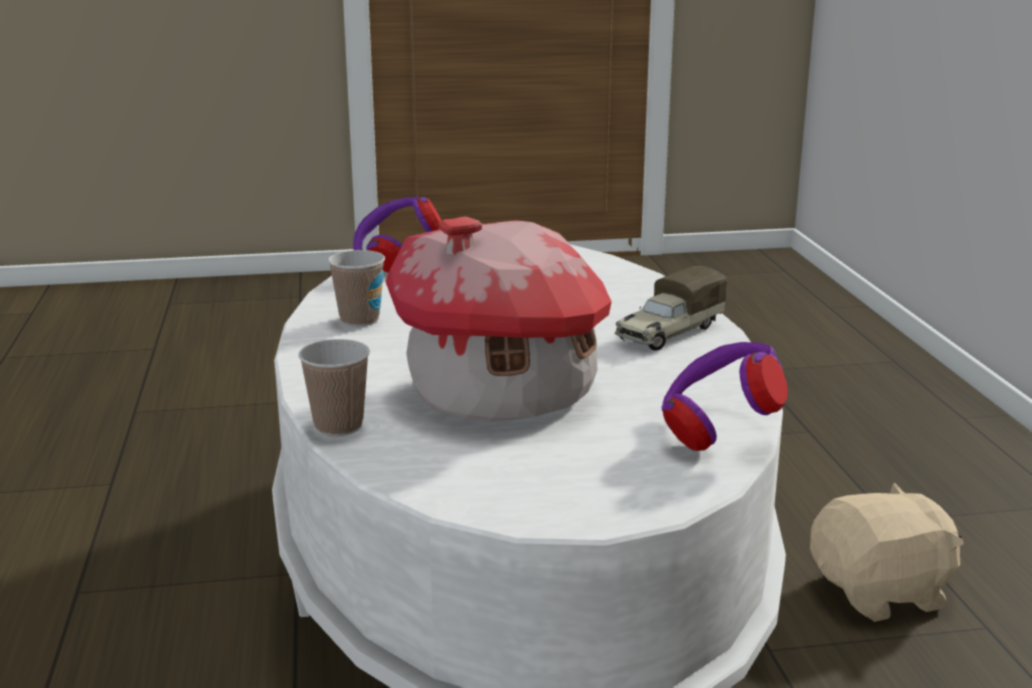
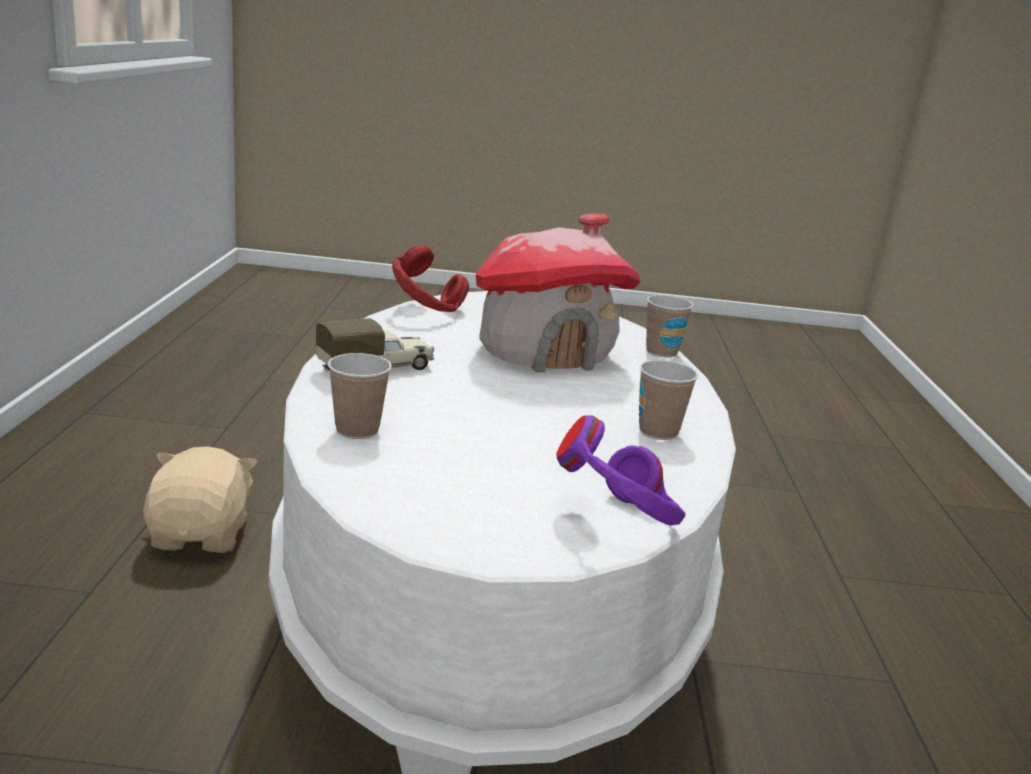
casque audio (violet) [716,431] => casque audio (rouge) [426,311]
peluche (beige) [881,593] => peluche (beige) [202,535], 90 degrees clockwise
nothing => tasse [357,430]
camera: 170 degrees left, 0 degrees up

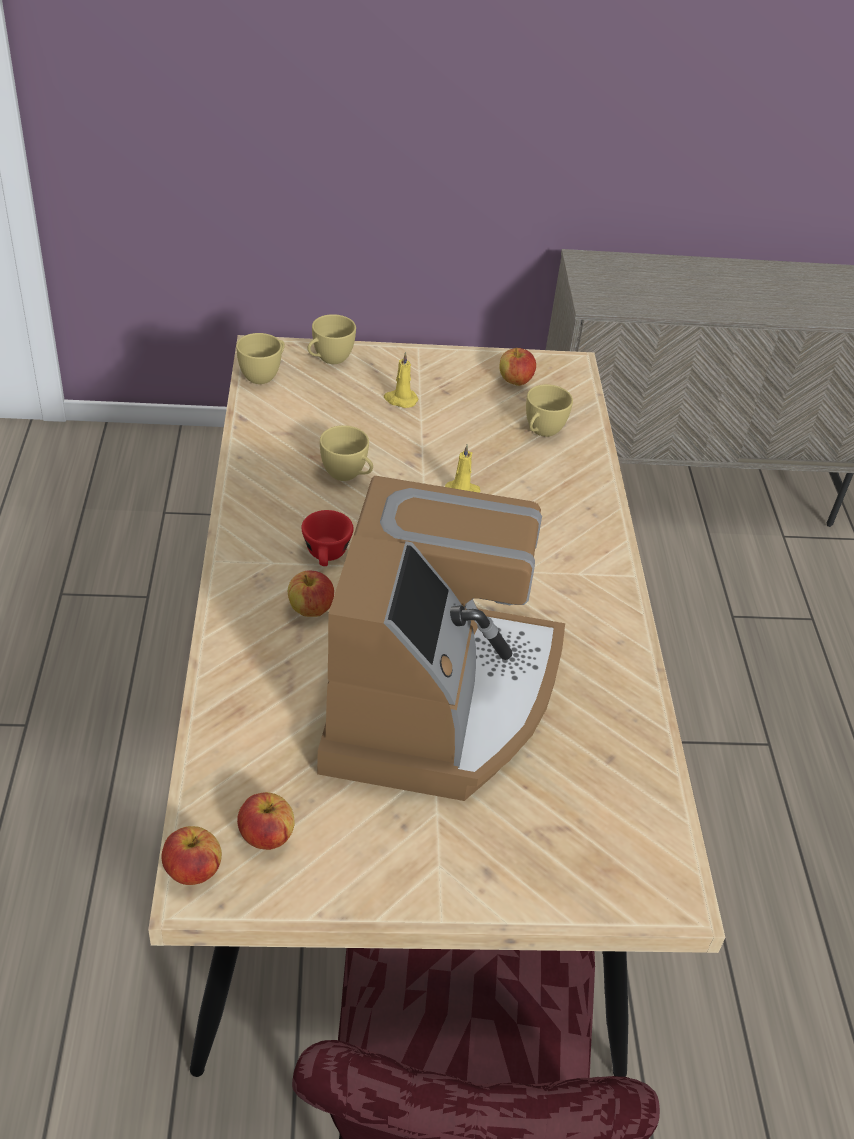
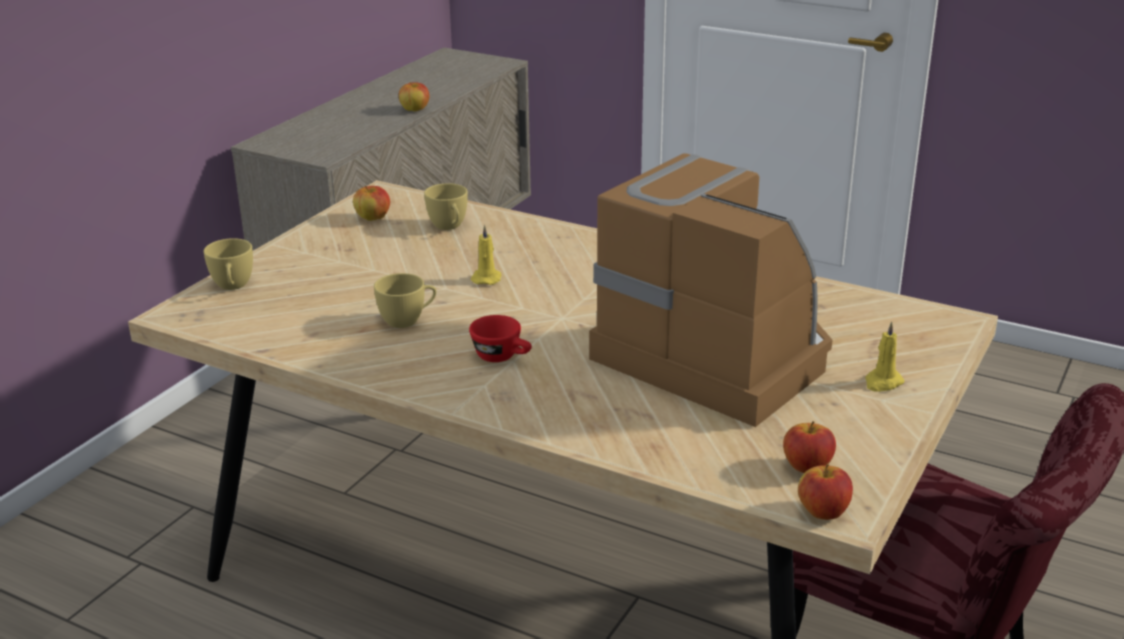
tasse (jaune) [264,375] => nothing
pomme [310,609] => pomme [415,110], shifted
bougie (jaune) [400,399] => bougie (jaune) [882,382], shifted
camera: 55 degrees left, 15 degrees down

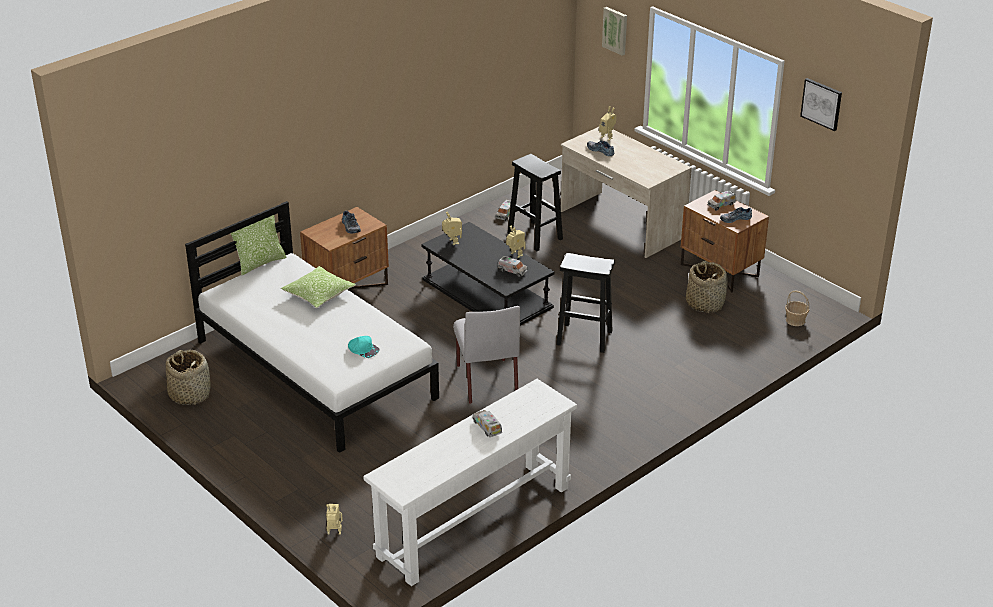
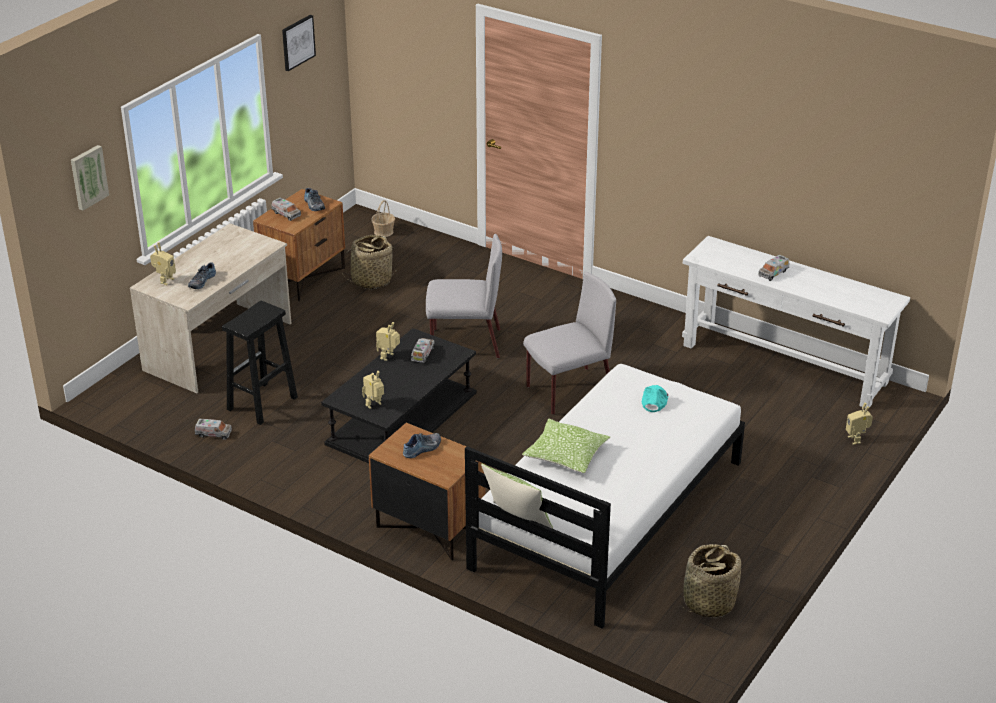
tabouret (noir) [583,338] => chaise (gris) [464,343]
camera: 105 degrees left, 0 degrees up

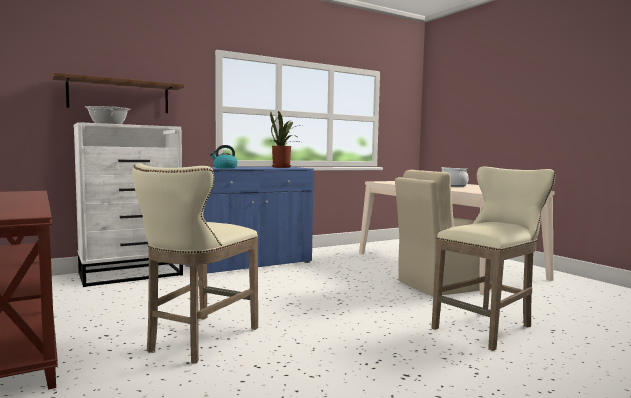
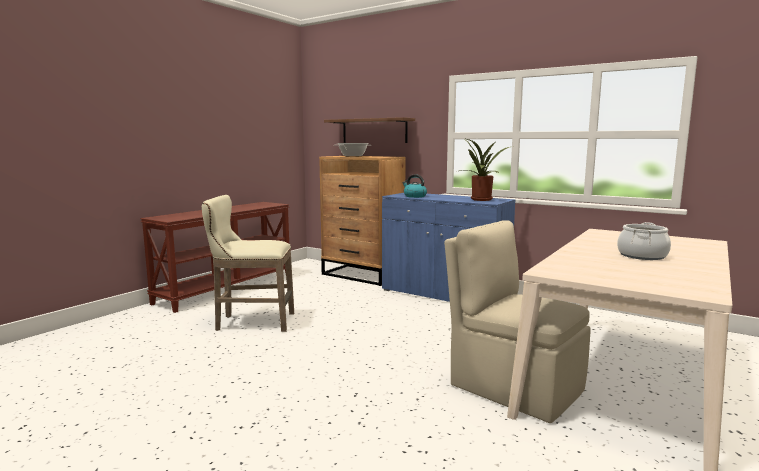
commode (blanc) [132,274] => commode (marron) [363,275]
tabouret (beige) [488,327] => nothing
camera: 65 degrees right, 5 degrees up

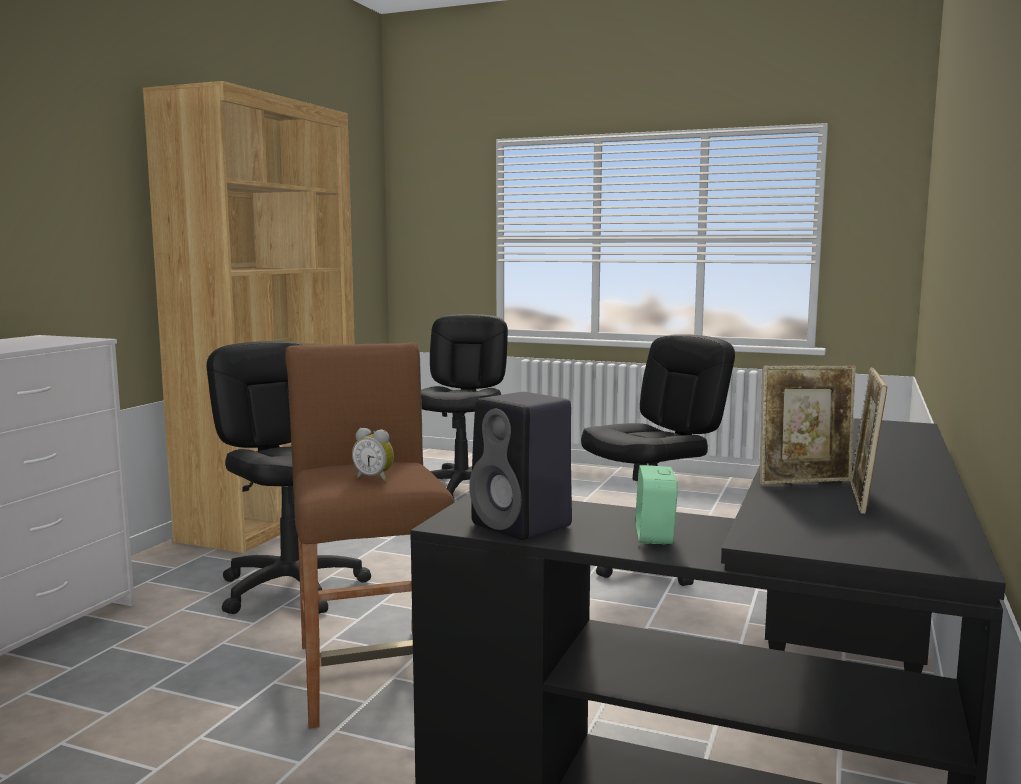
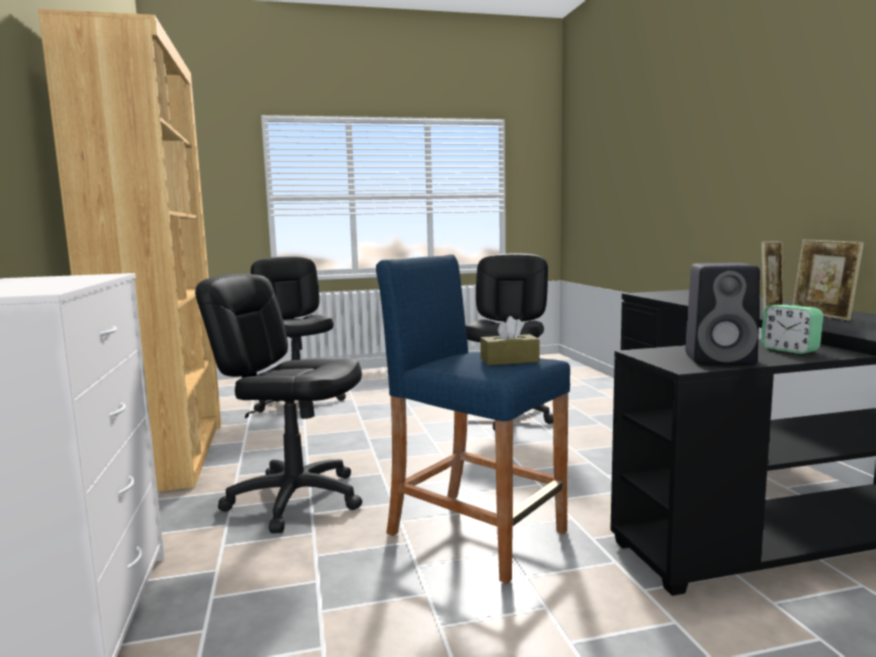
tabouret (marron) [372,674] => tabouret (bleu) [476,532]
réveil [374,478] => boîte à mouchoirs (marron) [509,360]
camera: 35 degrees left, 0 degrees up

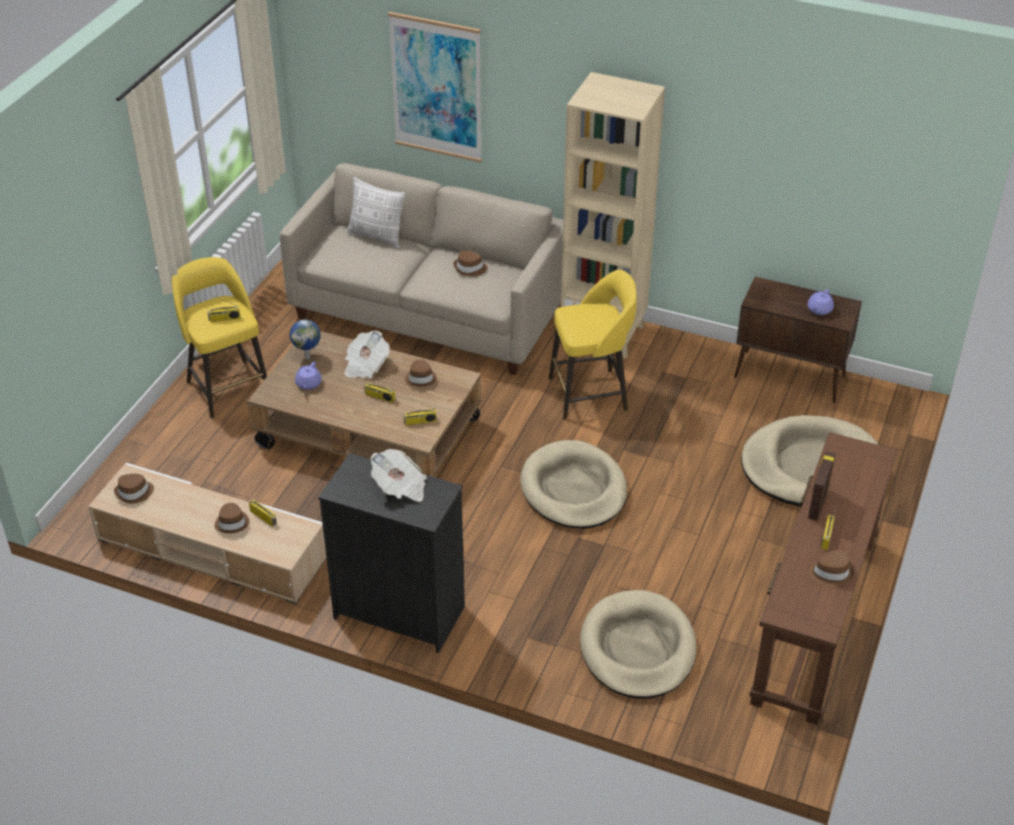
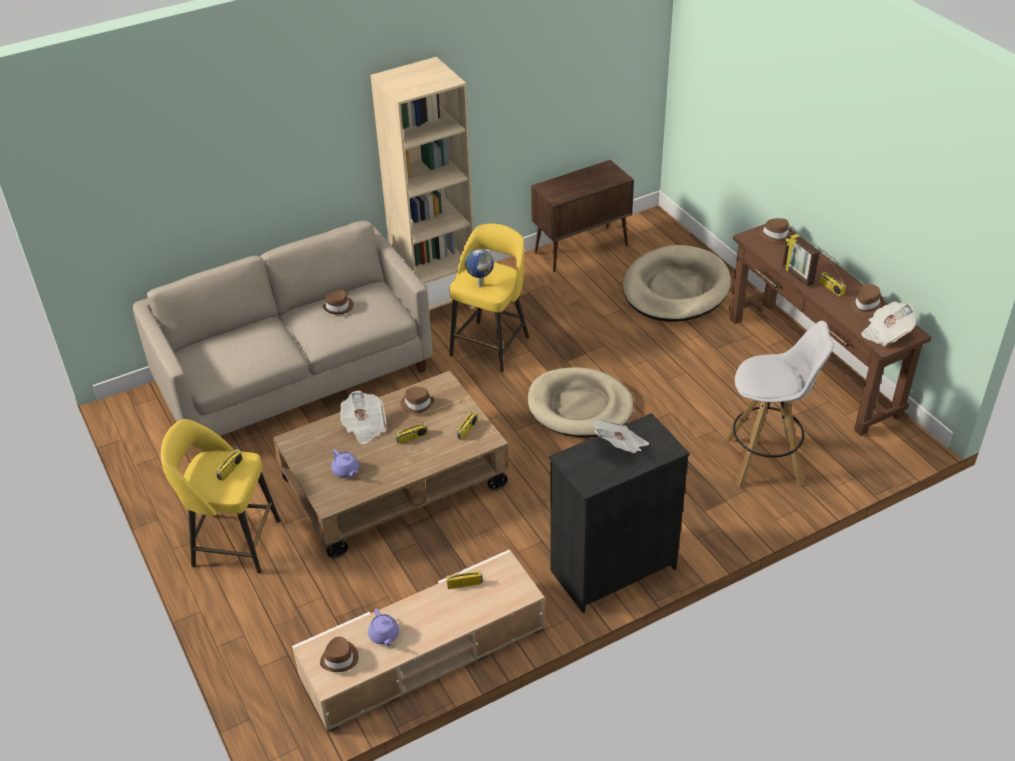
chapeau (marron) [232,523] => chapeau (marron) [775,235], shifted
globe [308,357] => globe [480,285], shifted
coussin [377,236] => nothing
tableau [436,87] => nothing
panier pour chien (beige) [637,649] => tabouret (blanc) [765,461]
théière (violet) [819,310] => théière (violet) [384,635], shifted
nothing => journal [885,334]
camera: 50 degrees left, 0 degrees up

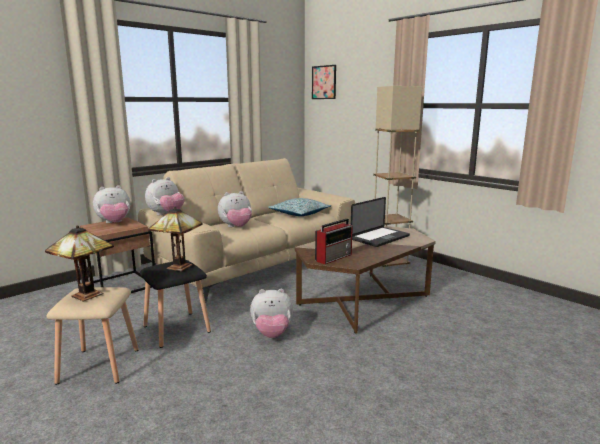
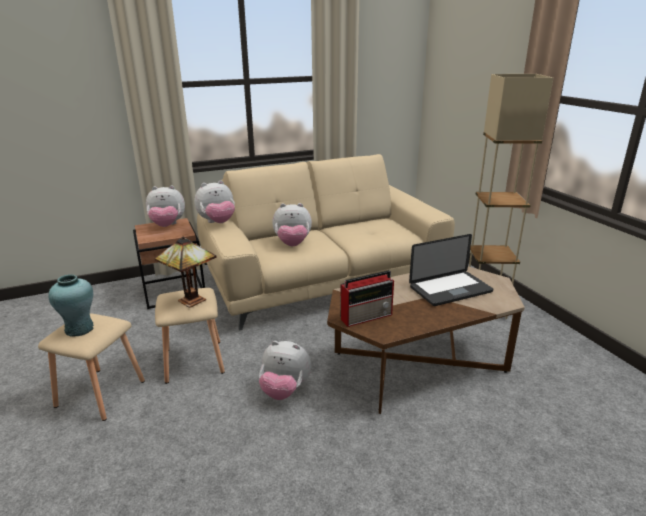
lampe de table [86,296] => vase (turquoise) [79,328]
tabouret (noir) [177,328] => tabouret (beige) [195,360]
coussin [299,214] => nothing
tableau [324,82] => nothing
camera: 20 degrees right, 10 degrees up

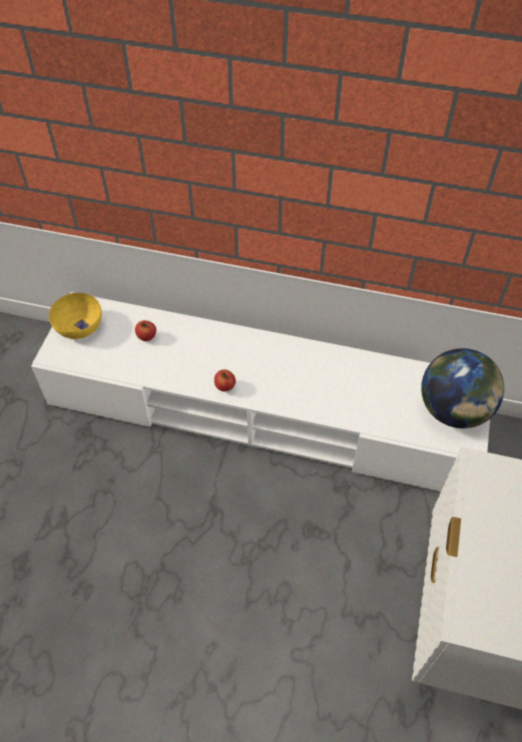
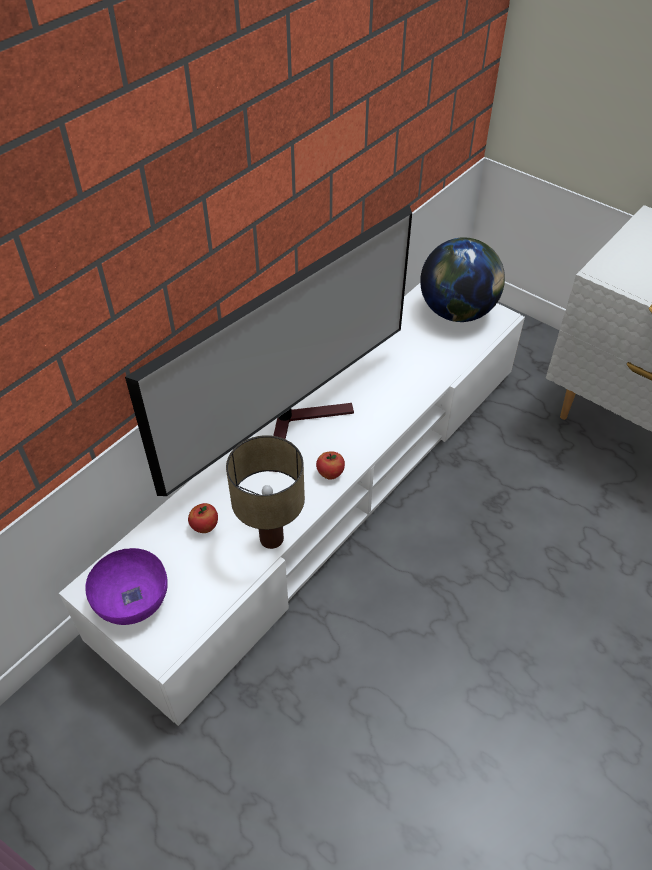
bol (jaune) [79,326] => bol (violet) [131,600]
nothing => téléviseur [299,425]
nothing => lampe de table [272,539]
camera: 65 degrees left, 5 degrees down

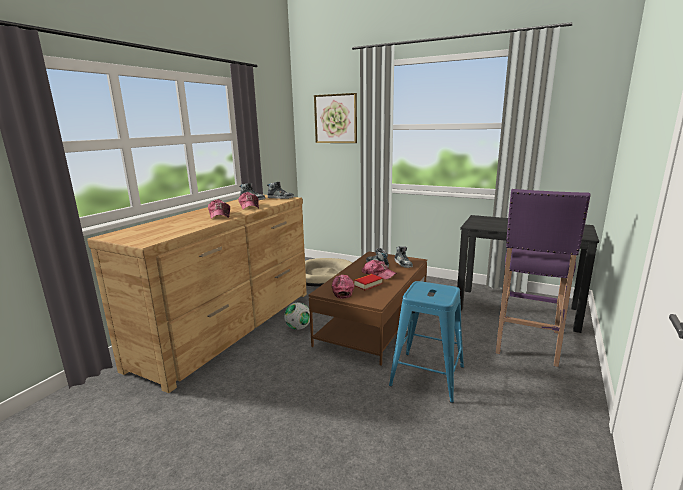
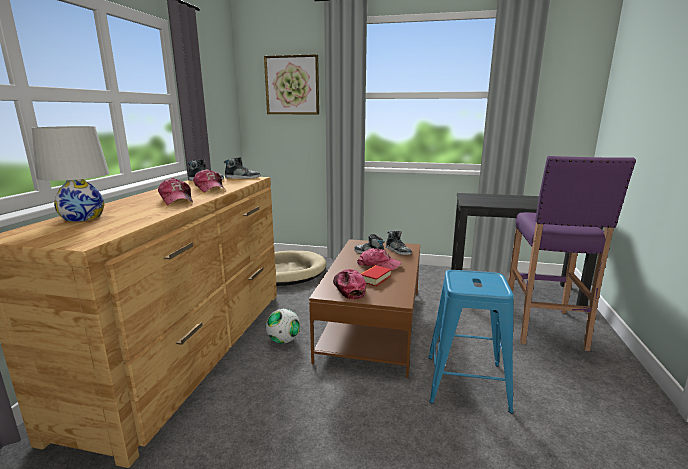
nothing => lampe de table (blanc) [82,217]
camera: 15 degrees left, 0 degrees up

